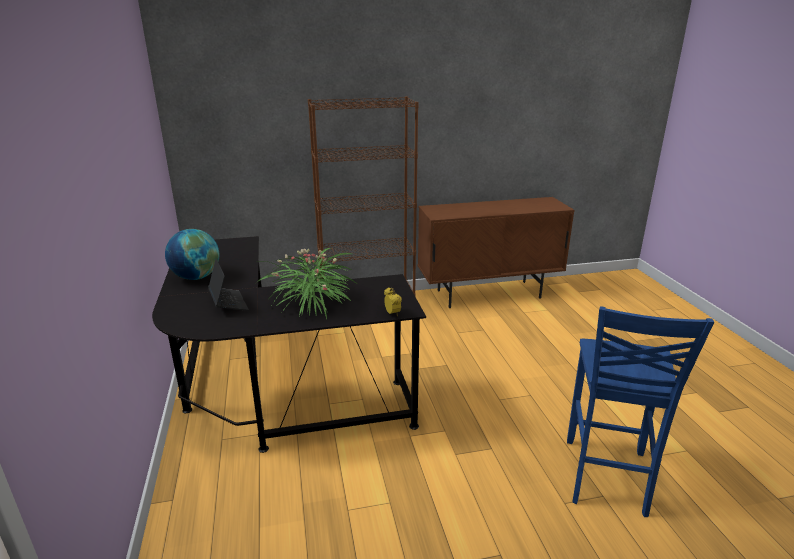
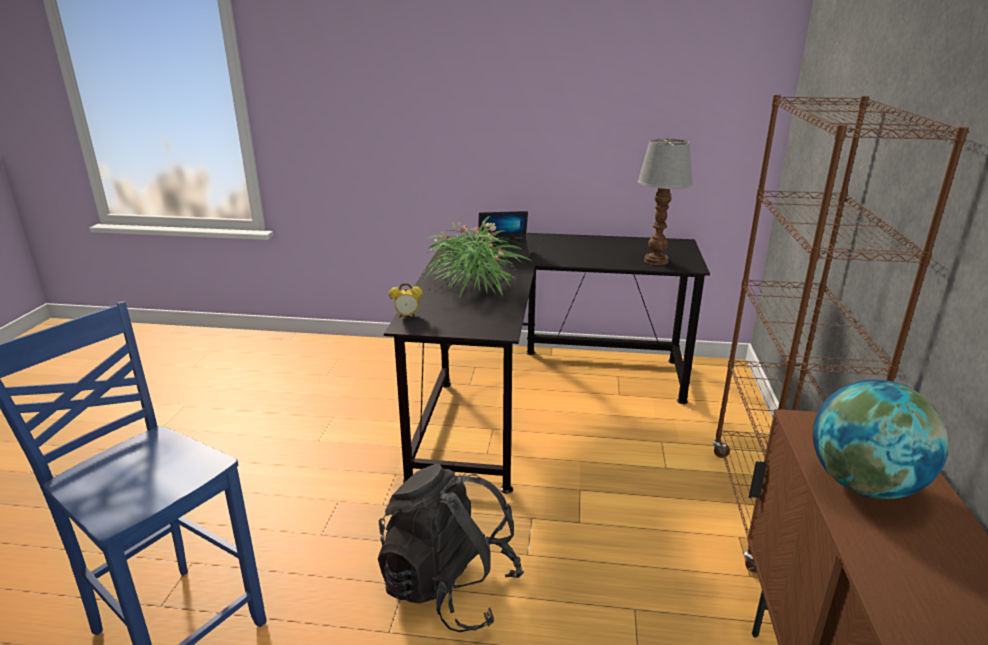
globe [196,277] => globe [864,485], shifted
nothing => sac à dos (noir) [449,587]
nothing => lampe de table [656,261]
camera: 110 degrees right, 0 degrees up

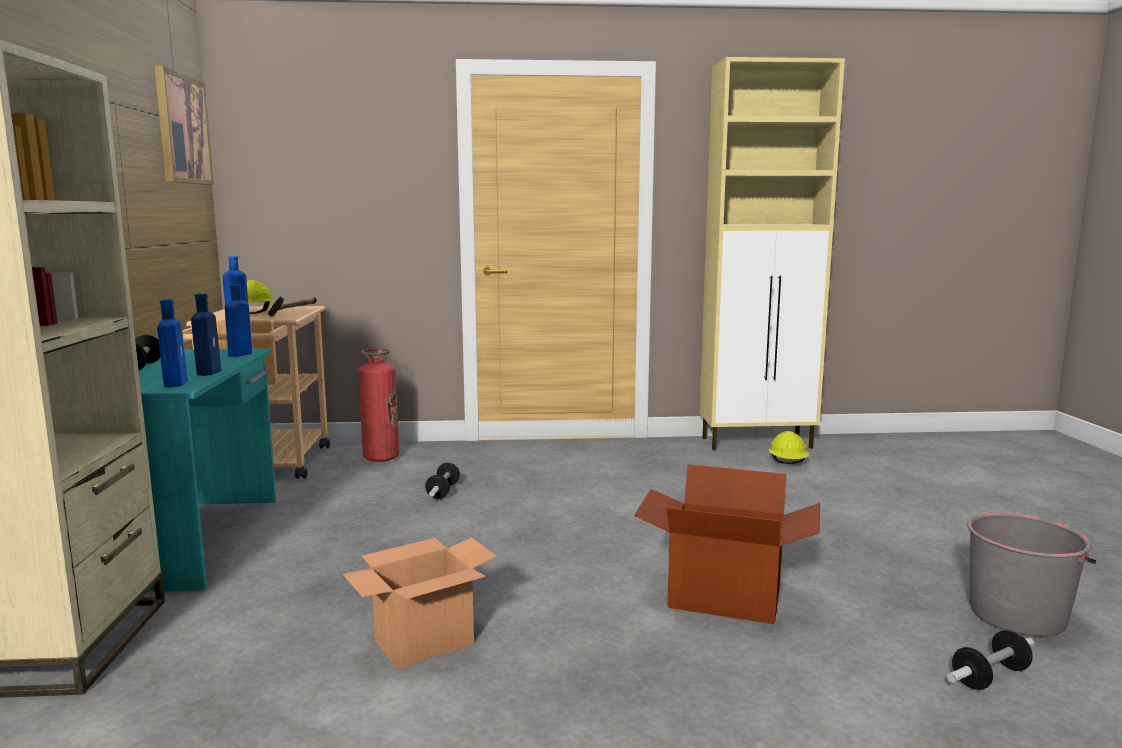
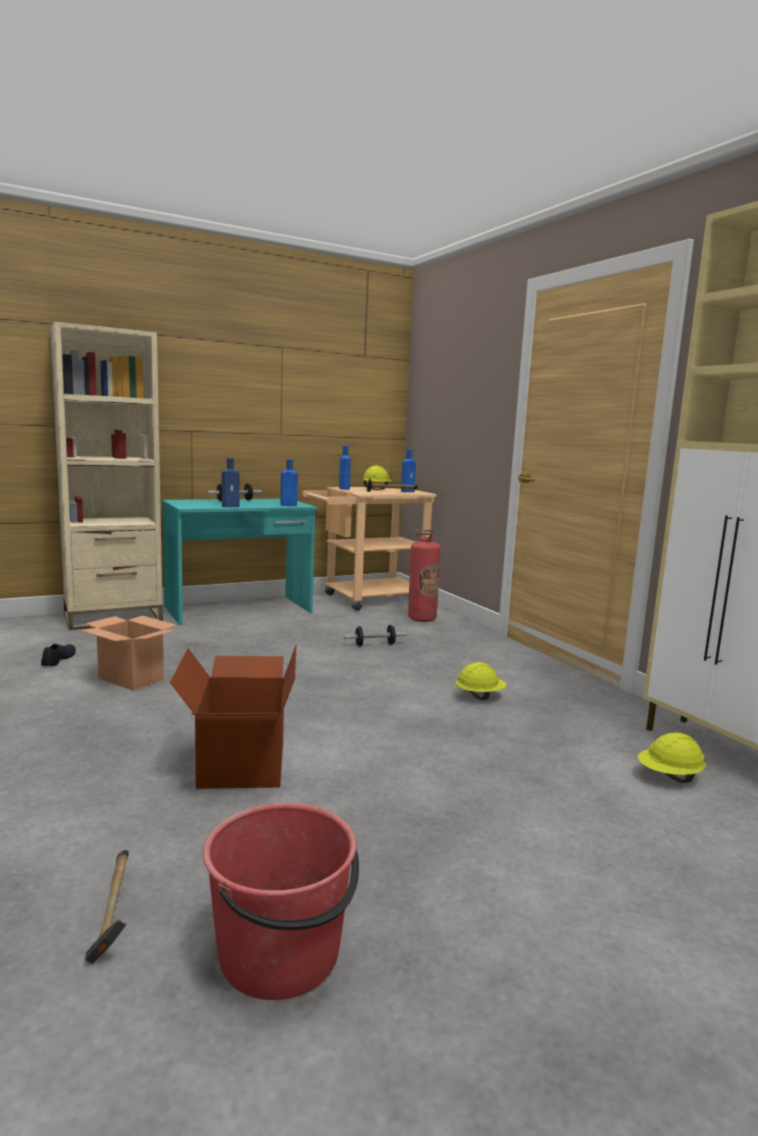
tableau [182,129] => nothing
bouteille (bleu) [176,383] => bouteille (bleu) [408,491], shifted
haltère [990,677] => marteau [112,915]
seau (gris) [1017,615] => seau (rouge) [281,954]
nothing => chaussure (noir) [58,659]
nothing => casque de chantier (jaune) [479,696]
camera: 65 degrees right, 0 degrees up

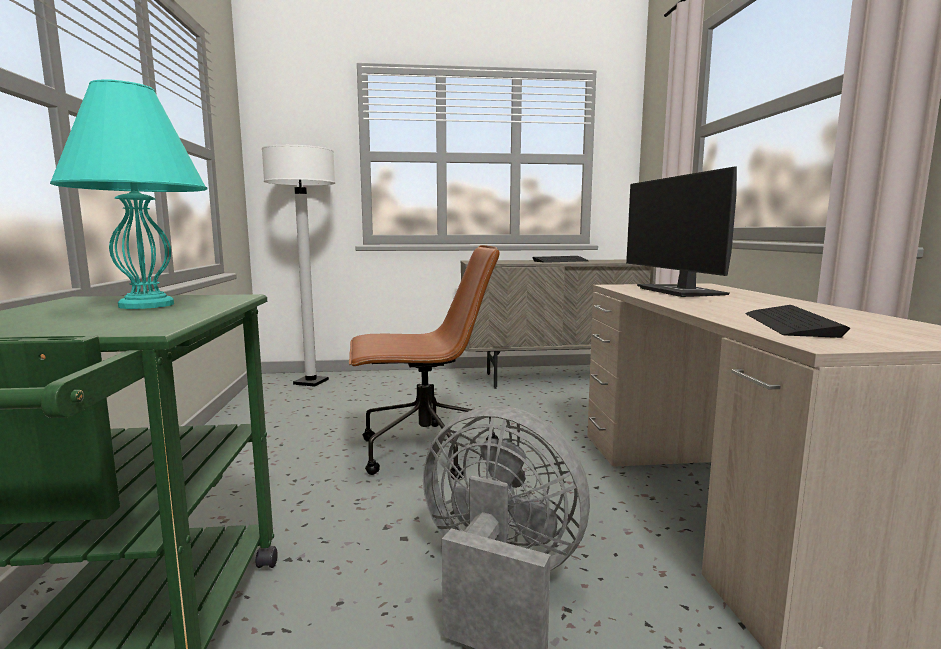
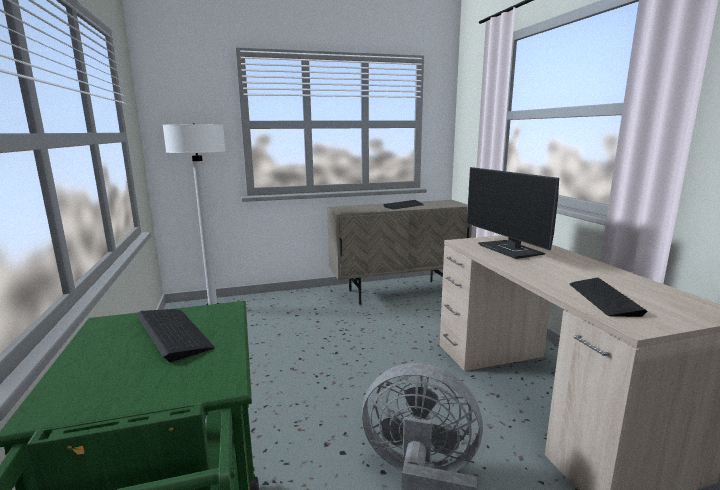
lampe de table (turquoise) [146,305] => clavier [173,333]
chaise de bureau (marron) [423,451] => nothing
camera: 10 degrees left, 5 degrees up

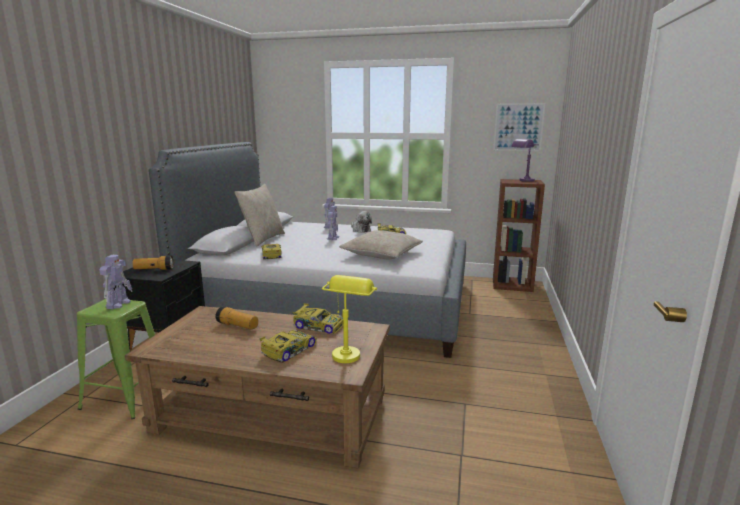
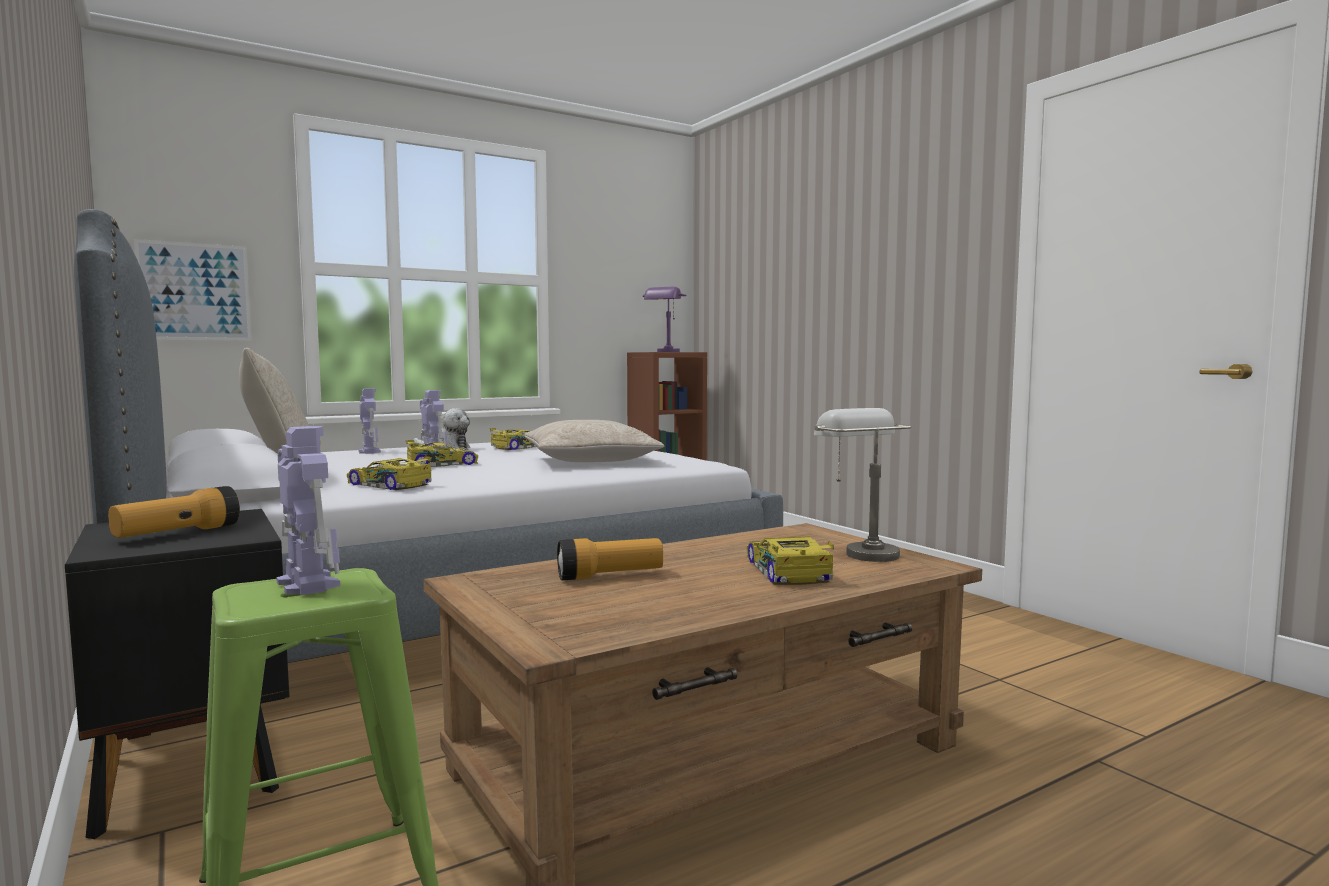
petite voiture [318,325] => petite voiture [440,464], shifted
lampe de table (jaune) [348,351] => lampe de table (gris) [859,551]
tableau [518,127] => tableau [195,292], shifted
camera: 45 degrees left, 10 degrees down

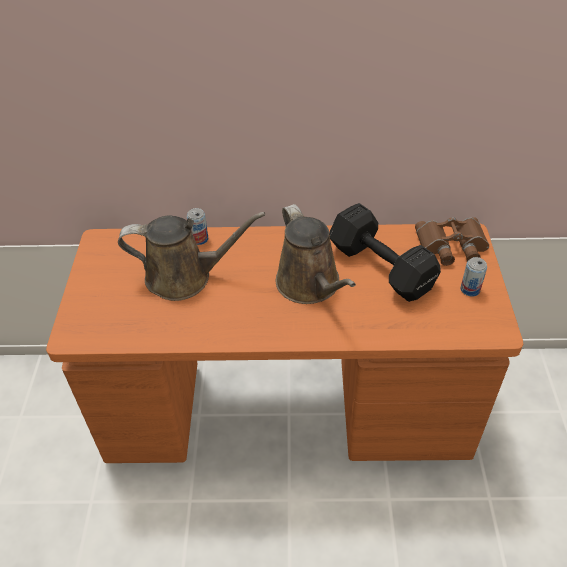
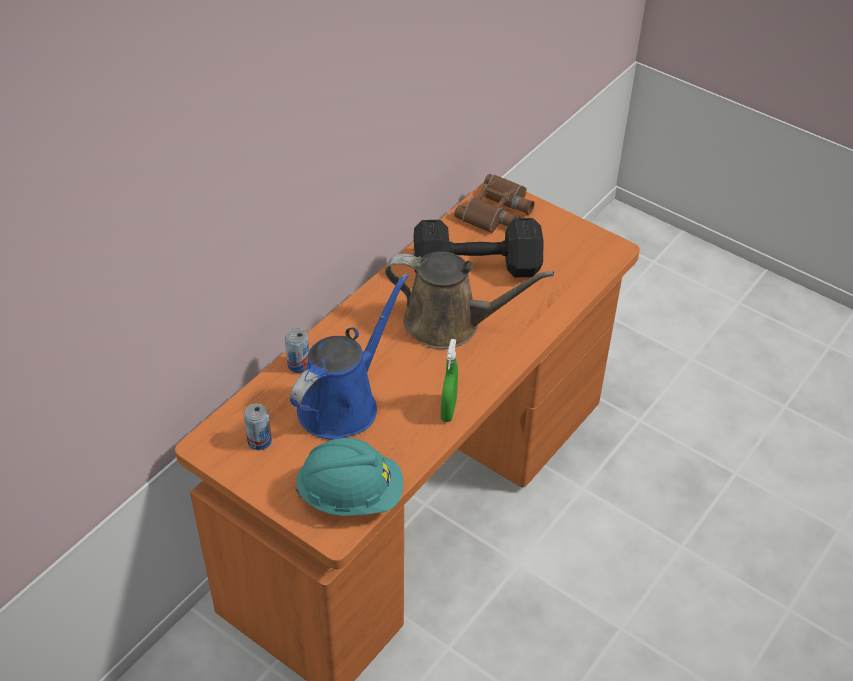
arrosoir (marron) [185,277] => arrosoir (bleu) [343,403]
boîte métallique [470,289] => boîte métallique [259,441], shifted
nothing => casque de chantier (turquoise) [351,495]
nothing => vaporisateur (vert) [448,410]
camera: 55 degrees left, 0 degrees up

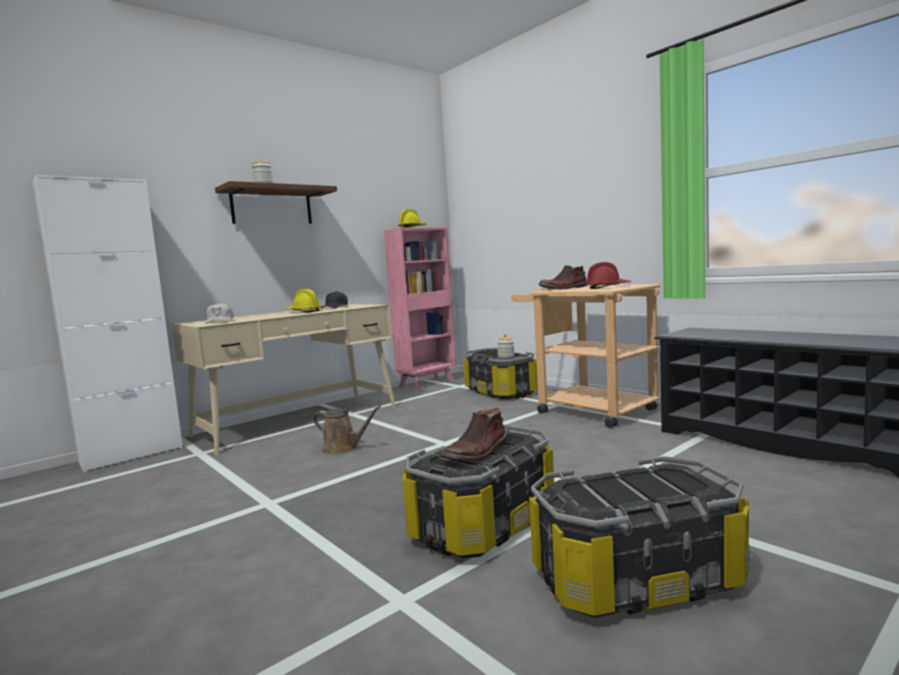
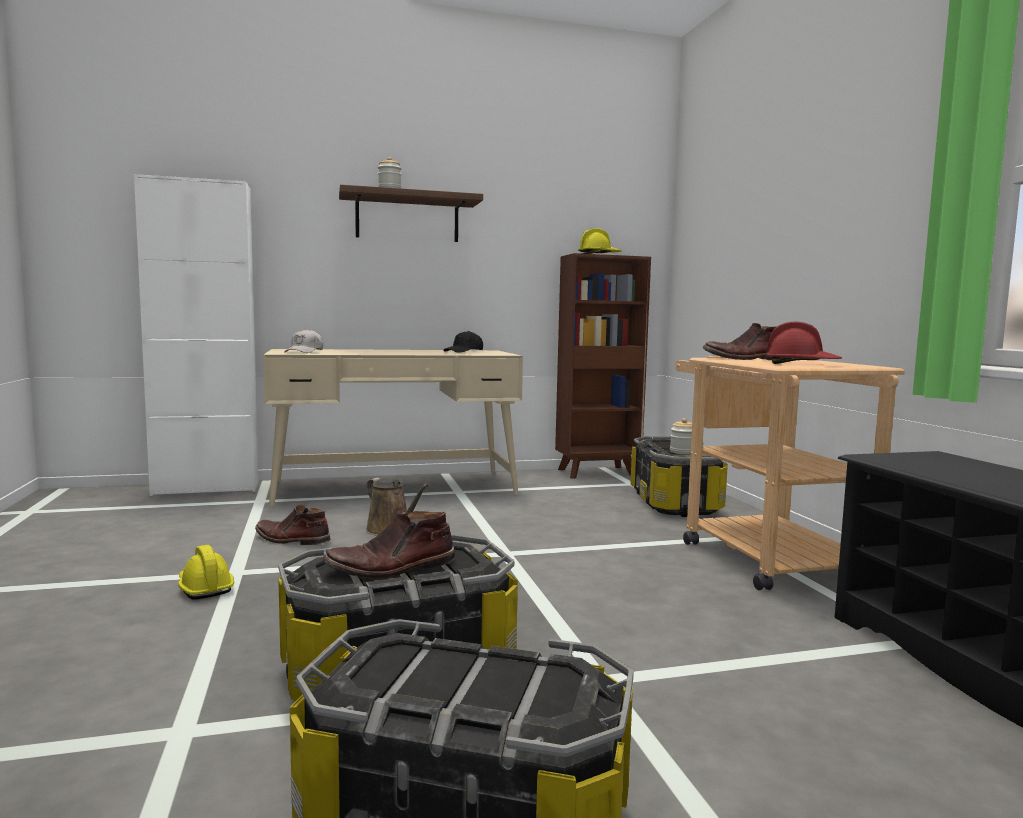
casque de chantier (jaune) [303,311] => casque de chantier (jaune) [204,587], shifted
bibliothèque (rose) [428,383] => bibliothèque (marron) [598,472]
nothing => botte (marron) [291,539]
camera: 25 degrees right, 0 degrees up

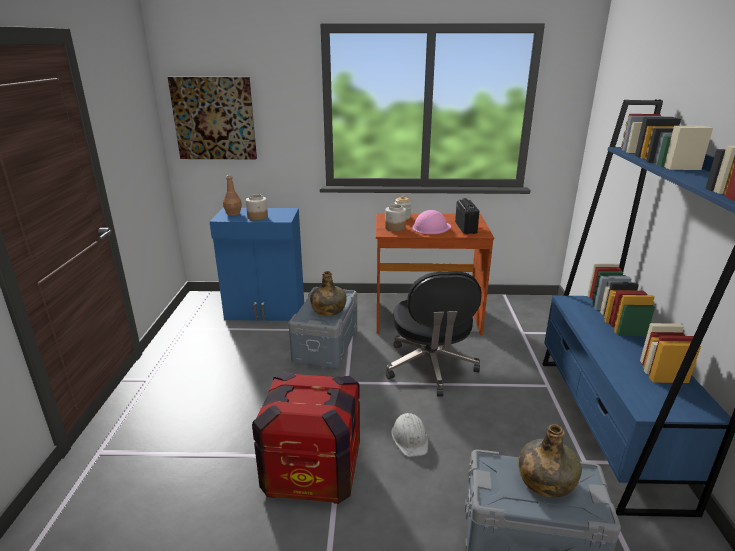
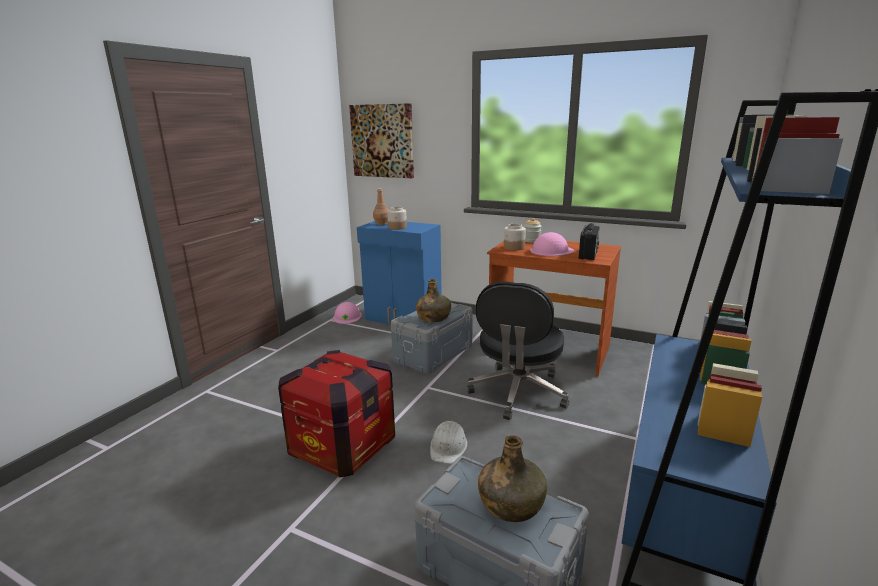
nothing => casque de chantier (rose) [347,316]
camera: 25 degrees right, 5 degrees down

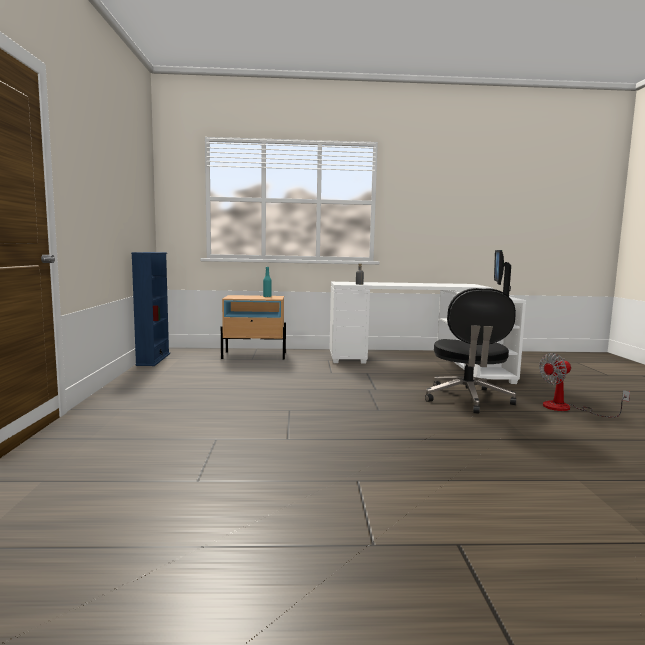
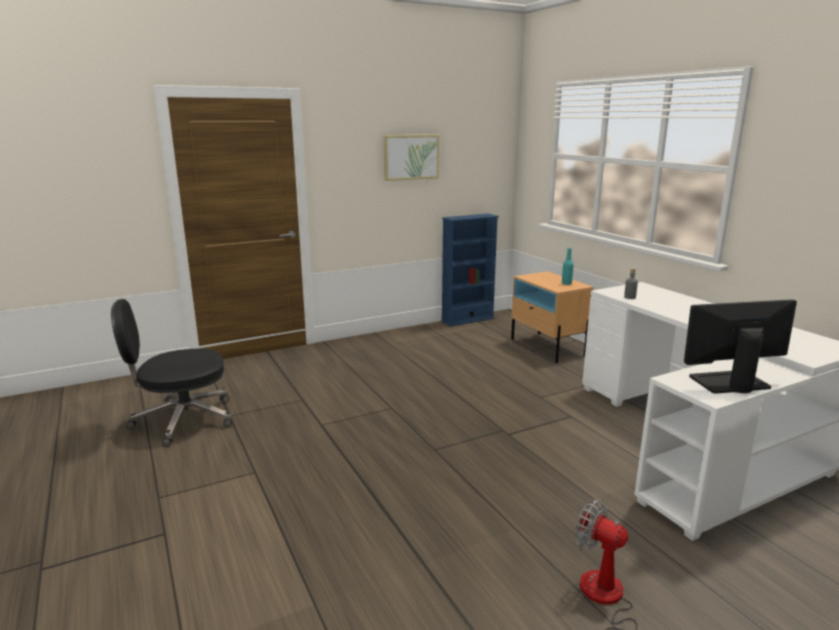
chaise de bureau (noir) [468,399] => chaise de bureau (noir) [182,420], shifted
nothing => tableau [411,157]
camera: 65 degrees right, 10 degrees up

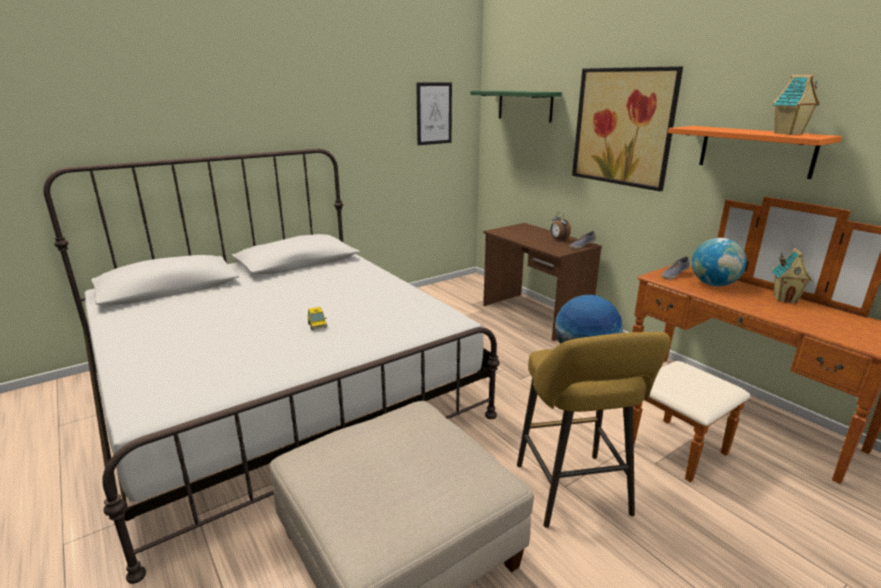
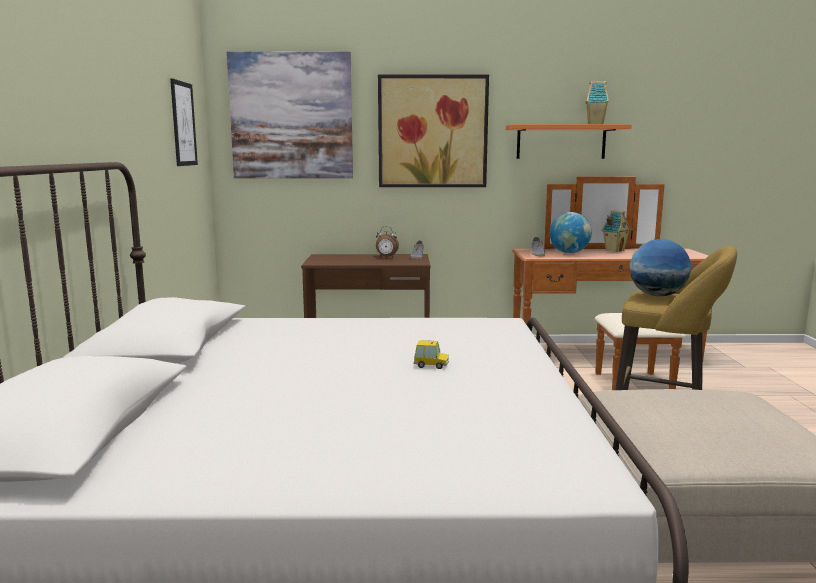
étagère (vert) [525,105] => tableau [291,116]
camera: 55 degrees left, 10 degrees down

